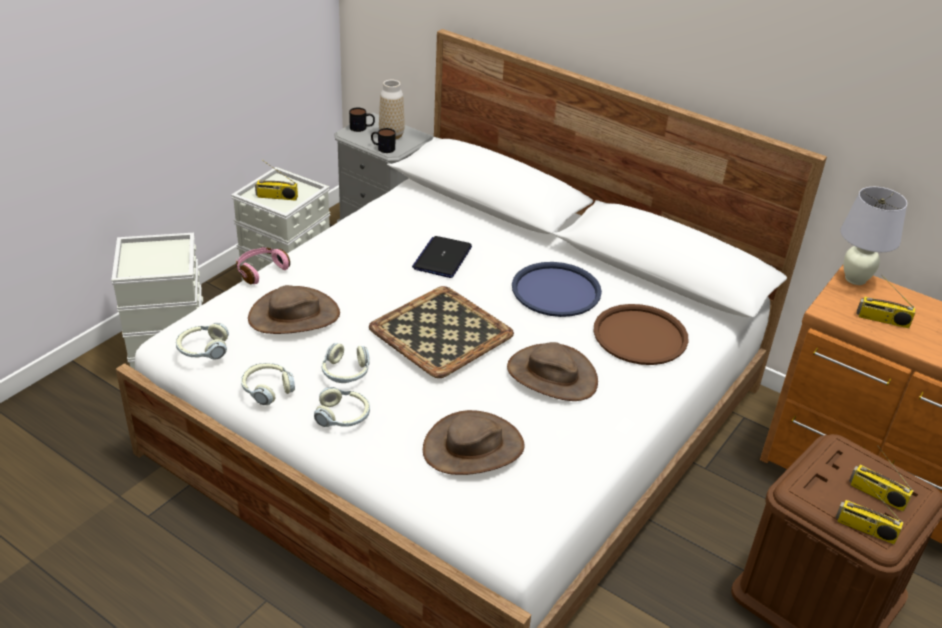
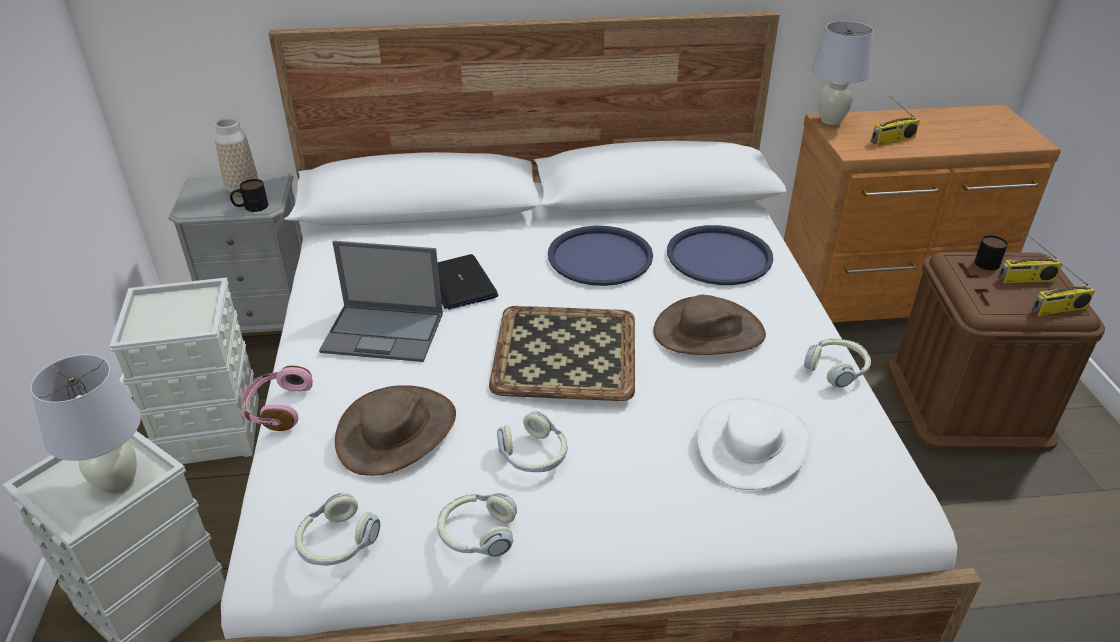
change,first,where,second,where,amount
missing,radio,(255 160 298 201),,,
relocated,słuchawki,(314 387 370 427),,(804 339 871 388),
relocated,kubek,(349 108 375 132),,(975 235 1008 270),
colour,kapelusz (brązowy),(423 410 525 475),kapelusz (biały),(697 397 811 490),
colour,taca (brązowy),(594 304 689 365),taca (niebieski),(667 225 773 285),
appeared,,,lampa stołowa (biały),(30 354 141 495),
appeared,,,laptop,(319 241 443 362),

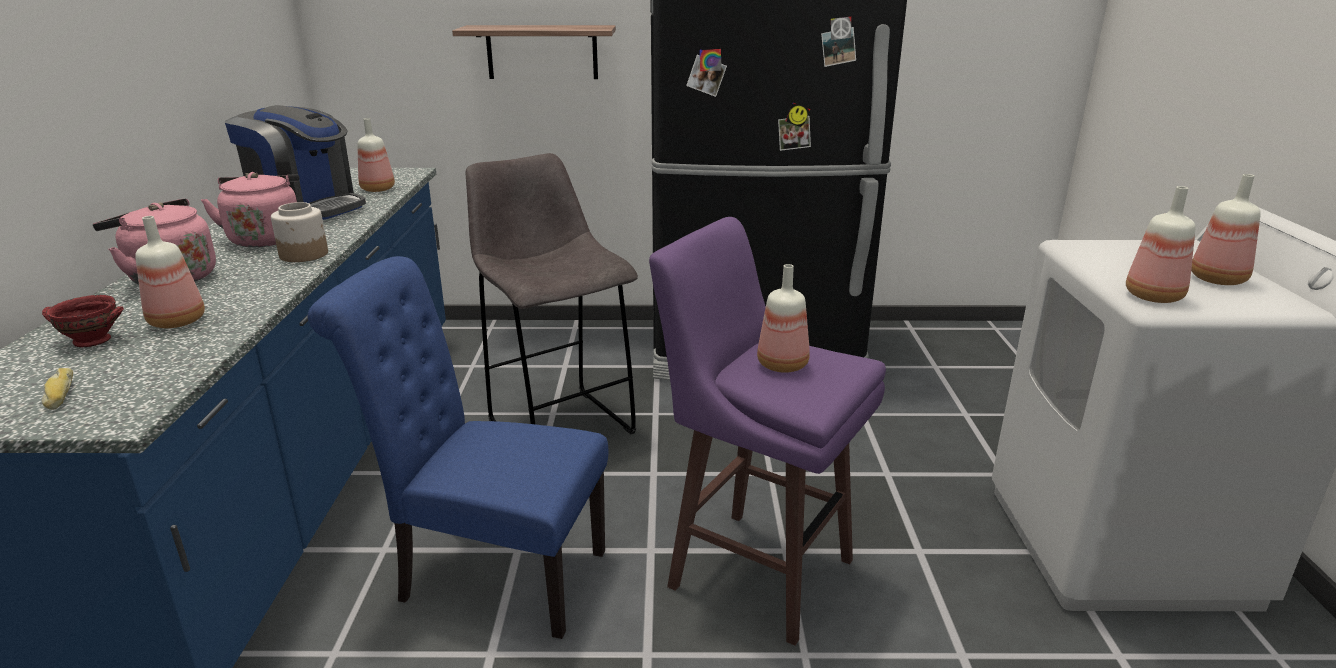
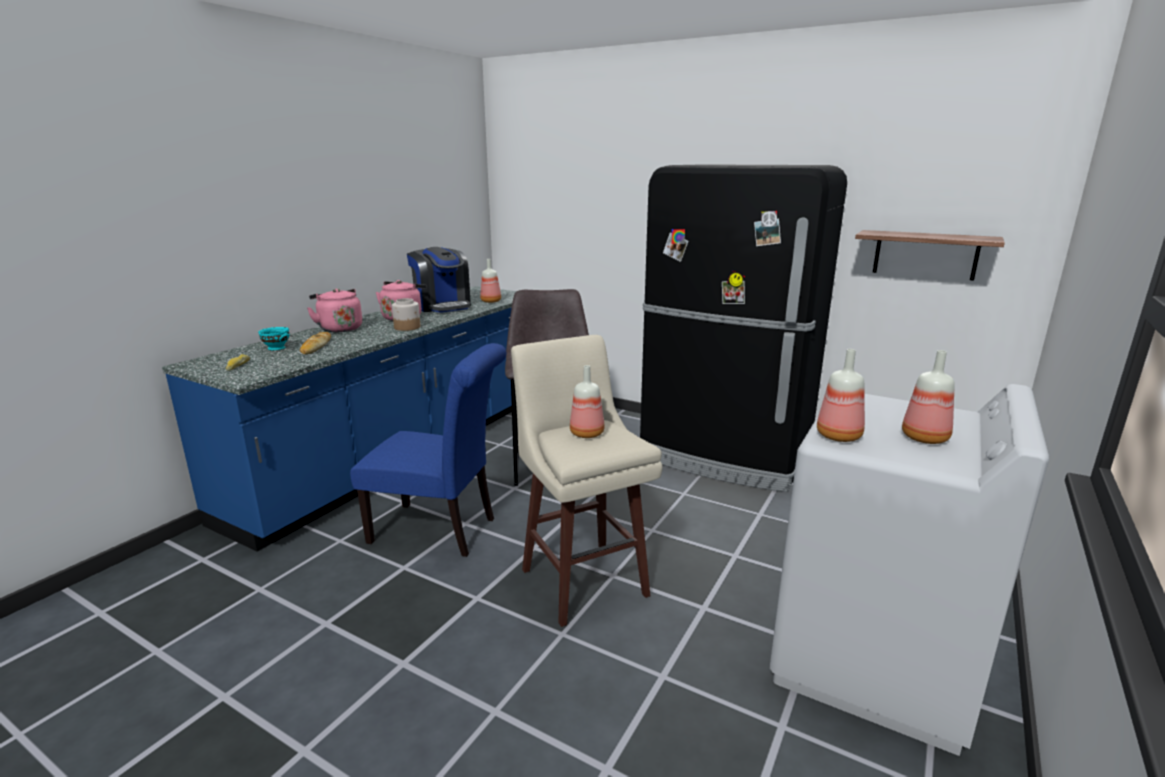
change,first,where,second,where,amount
colour,miska (czerwony),(42 295 124 347),miska (turkusowy),(258 327 290 351),
exchanged,butelka,(135 216 205 328),chleb,(300 332 331 354),
spun,krzesło (niebieski),(308 256 609 639),,(350 343 507 557),150 degrees clockwise
relocated,półka,(452 25 616 79),,(855 230 1005 281),
colour,stołek (fioletowy),(649 217 886 646),stołek (beżowy),(511 335 663 627),

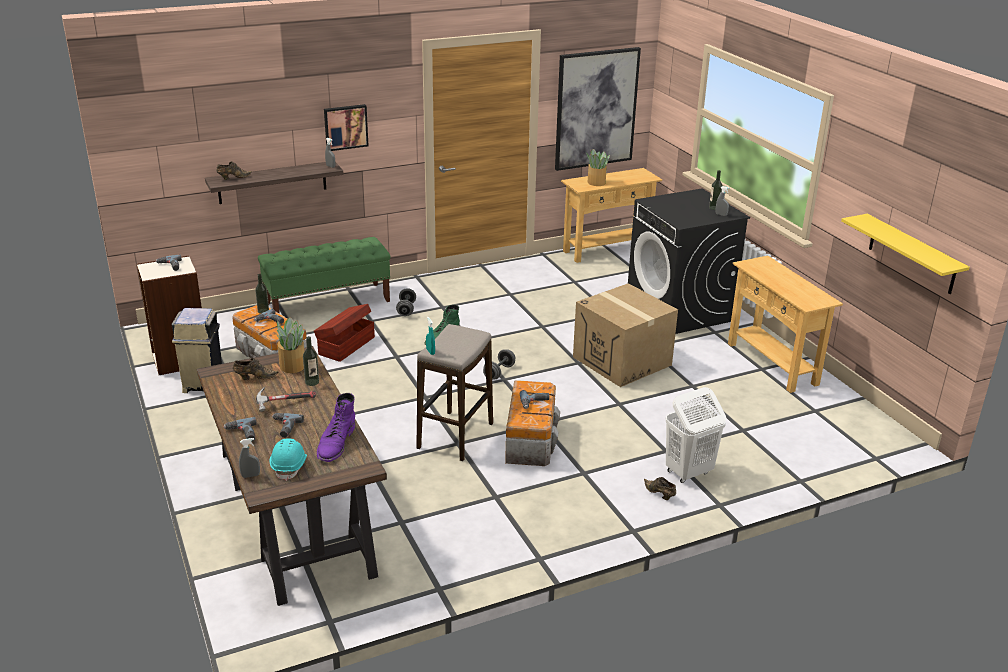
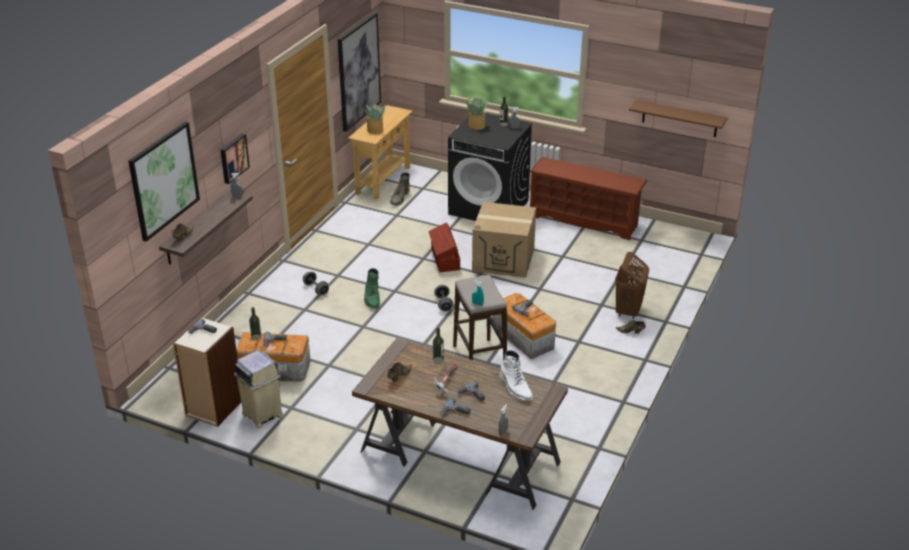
change,first,where,second,where,amount
missing,ławka (zielony),(258 237 391 314),,,
missing,kask (turkusowy),(269 438 307 481),,,
relocated,roślina doniczkowa,(276 317 304 373),,(466 97 488 130),
relocated,pojemnik do przechowywania (brązowy),(314 304 375 362),,(428 222 460 272),
colour,but z cholewką (fioletowy),(317 393 355 462),but z cholewką (biały),(500 350 533 401),
colour,kosz na pranie (biały),(666 387 726 483),kosz na pranie (brązowy),(615 252 649 319),
exchanged,stolik konsolowy (beżowy),(728 256 843 393),regał na buty (brązowy),(530 157 647 240),
colour,półka (żółty),(841 214 970 294),półka (brązowy),(629 100 728 137),
appeared,,,obraz,(128 122 200 242),
appeared,,,but z cholewką (zielony),(390 172 410 206),

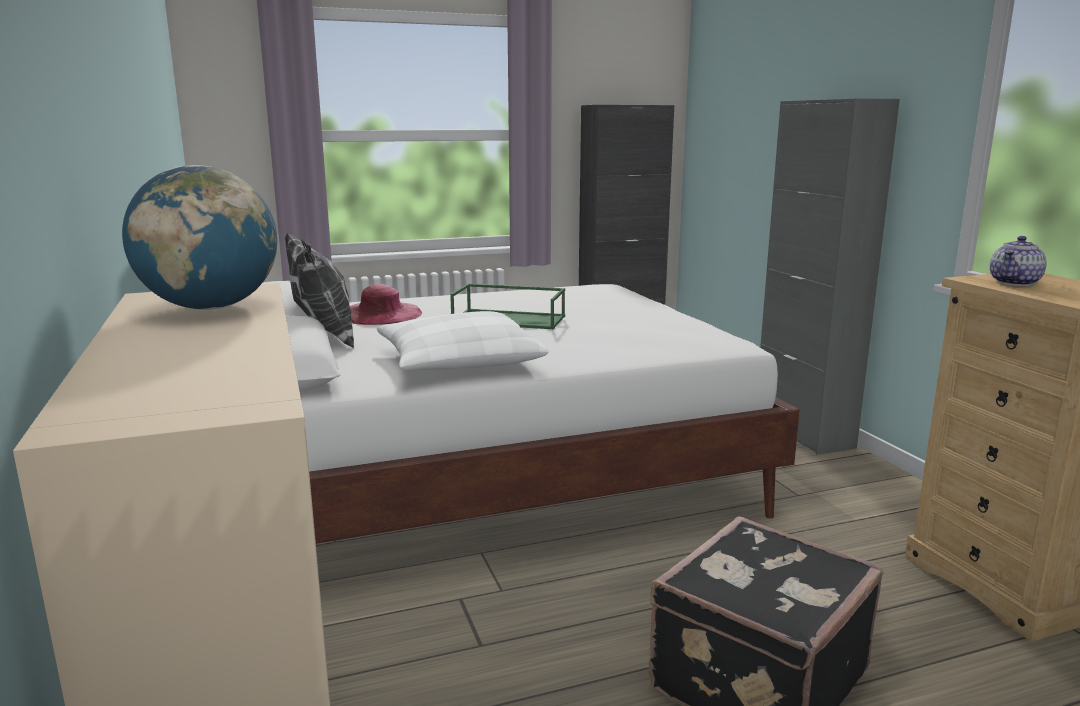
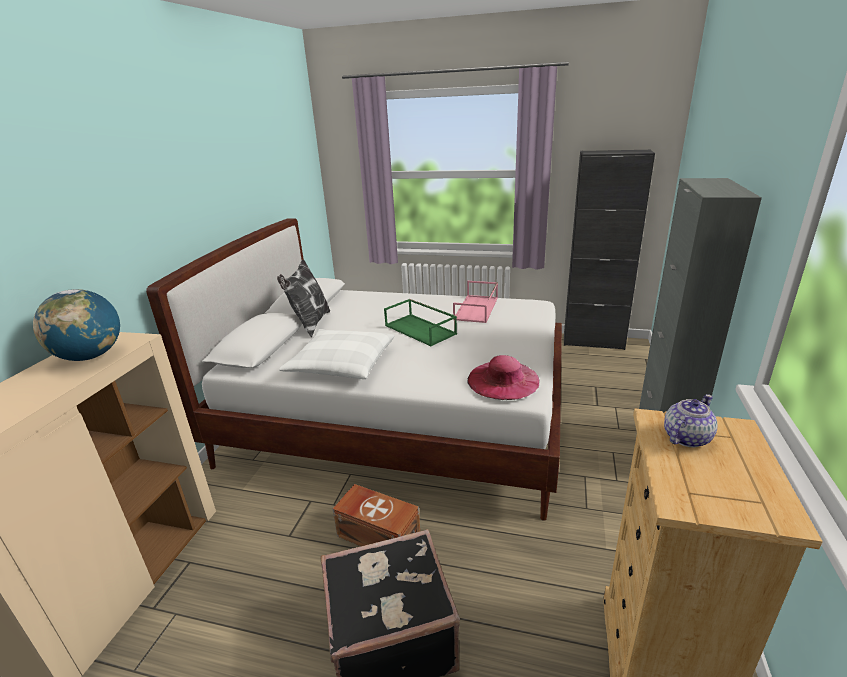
change,first,where,second,where,amount
relocated,kapelusz (różowy),(350 284 422 325),,(467 355 539 400),
spun,imbryk,(990 236 1047 286),,(664 394 717 447),150 degrees clockwise
appeared,,,pojemnik do przechowywania (brązowy),(333 484 420 546),
appeared,,,taca (różowy),(453 281 498 323),

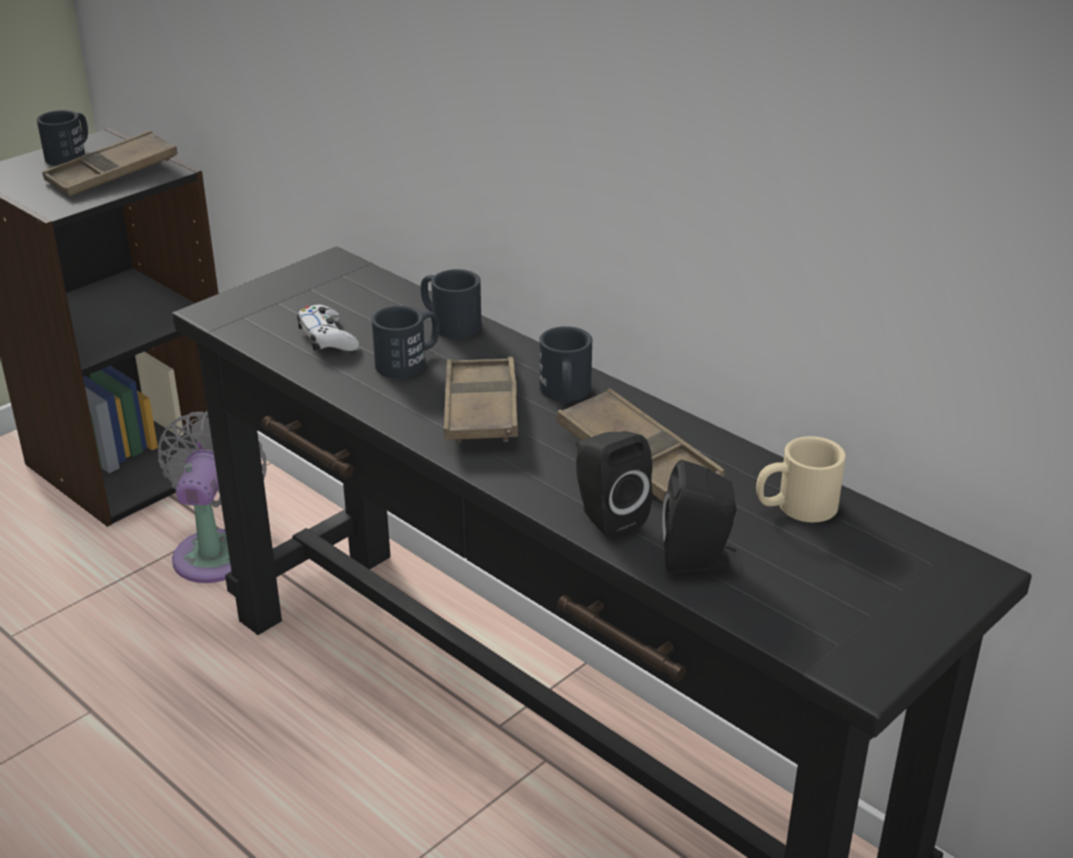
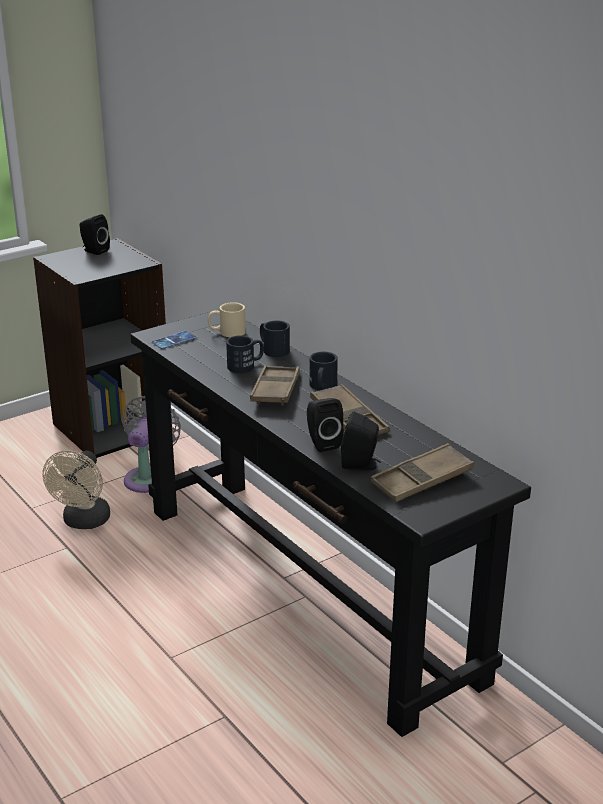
change,first,where,second,where,amount
exchanged,kubek (czarny),(37 110 88 166),głośnik (czarny),(80 214 110 255),
relocated,taca (brązowy),(42 131 178 196),,(371 443 474 502),
missing,pad do gier (biały),(297 305 359 351),,,
relocated,kubek (beżowy),(756 436 846 522),,(208 302 246 337),
appeared,,,wentylator (beżowy),(42 450 110 529),
appeared,,,telefon,(152 331 196 349),

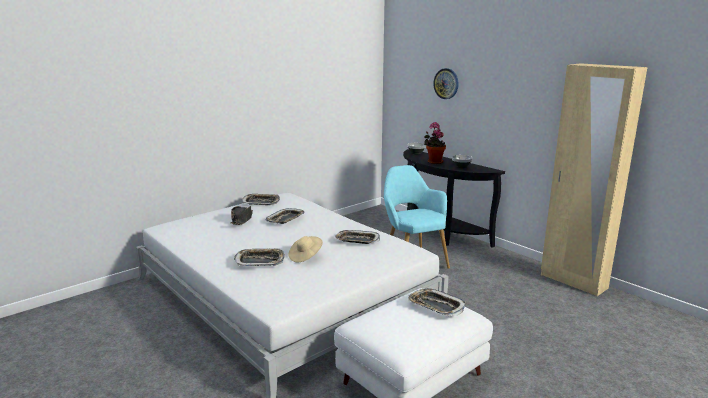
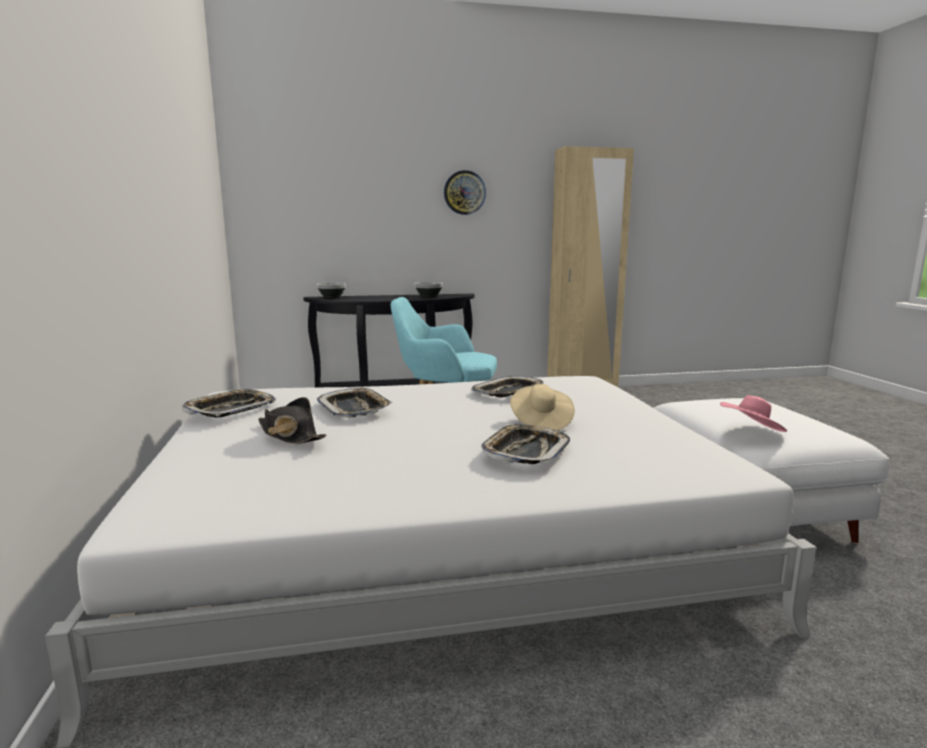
change,first,where,second,where,amount
missing,taca,(408 288 466 316),,,
missing,roślina doniczkowa,(424 122 446 164),,,
relocated,zegar ścienny,(433 68 459 99),,(444 170 486 215),
appeared,,,kapelusz (różowy),(720 395 787 432),

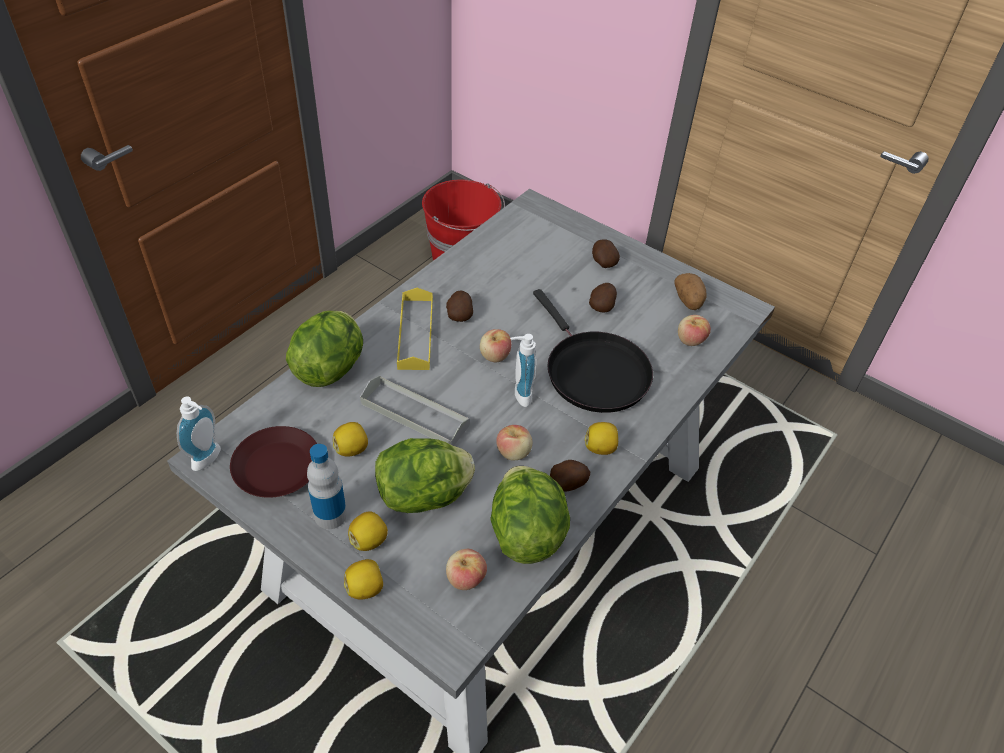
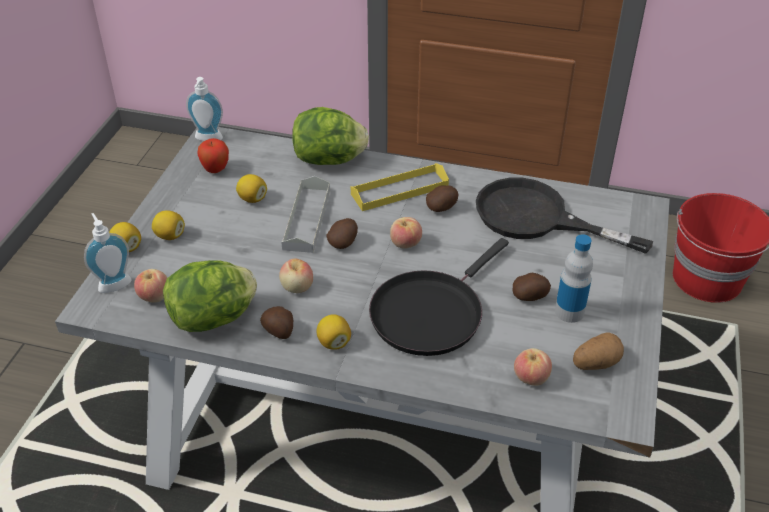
change,first,where,second,where,amount
exchanged,talerz (brązowy),(230 426 317 498),jabłko,(198 138 229 173),
relocated,butelka,(307 444 347 529),,(555 234 593 323),
missing,sałata,(375 438 475 513),,,
relocated,dozownik mydła,(510 334 536 407),,(84 213 131 293),
relocated,ziemniak,(592 240 620 268),,(326 218 358 249),
appeared,,,patelnia (czarny),(476 178 653 254),

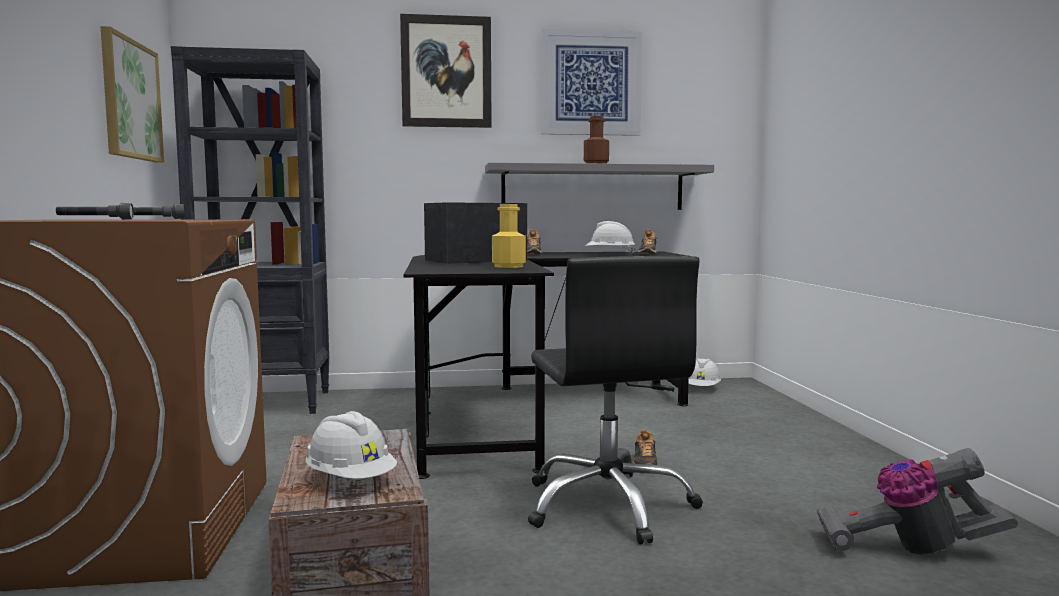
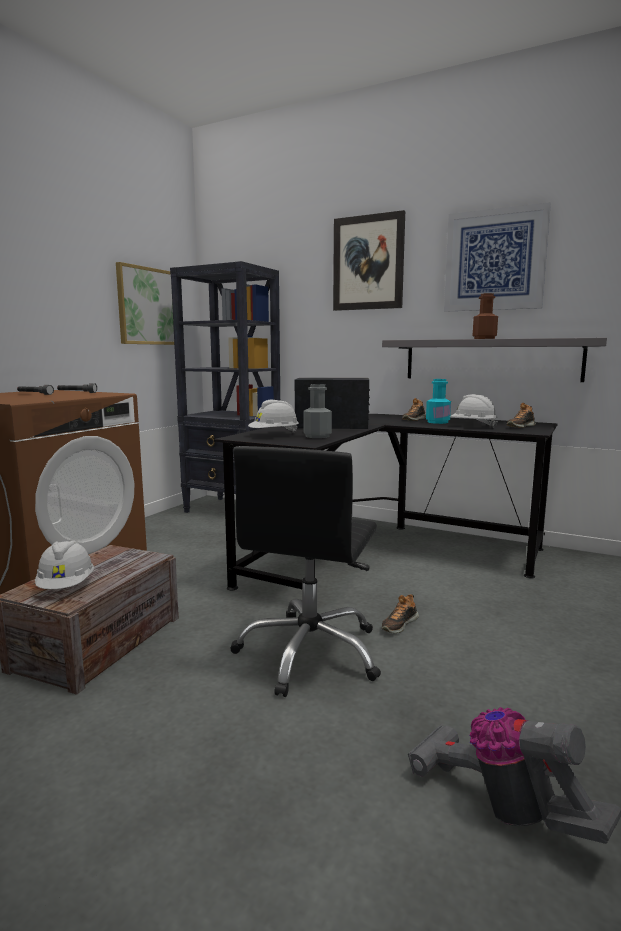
change,first,where,second,where,amount
colour,butelka (żółty),(492 204 526 268),butelka (szary),(303 384 332 438),
relocated,kask (biały),(688 358 721 386),,(248 400 299 433),
appeared,,,butelka (turkusowy),(426 379 451 424),

